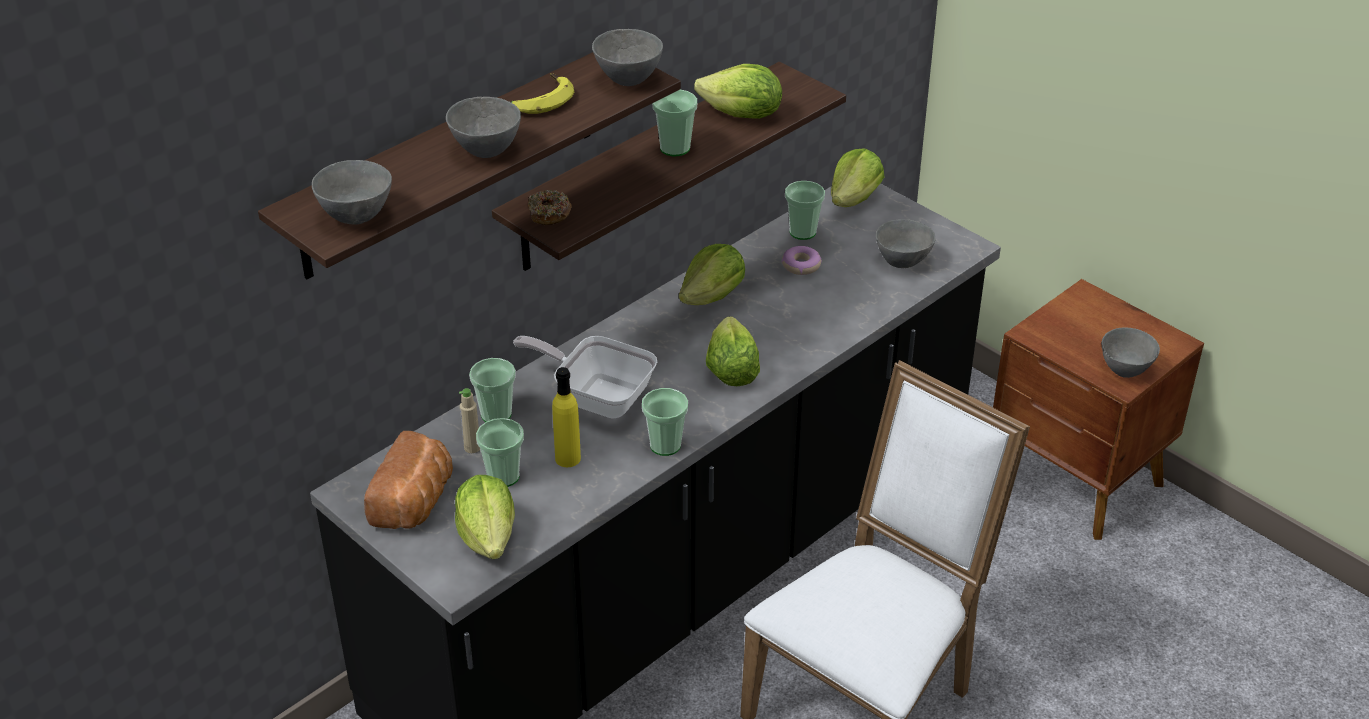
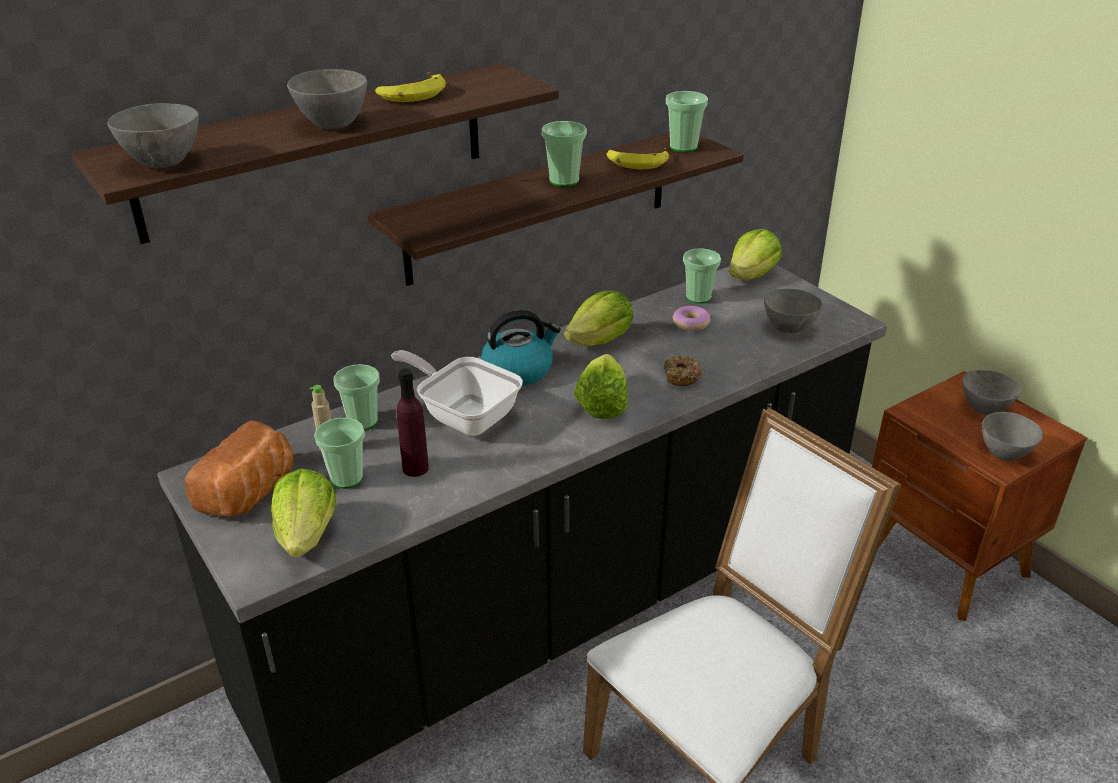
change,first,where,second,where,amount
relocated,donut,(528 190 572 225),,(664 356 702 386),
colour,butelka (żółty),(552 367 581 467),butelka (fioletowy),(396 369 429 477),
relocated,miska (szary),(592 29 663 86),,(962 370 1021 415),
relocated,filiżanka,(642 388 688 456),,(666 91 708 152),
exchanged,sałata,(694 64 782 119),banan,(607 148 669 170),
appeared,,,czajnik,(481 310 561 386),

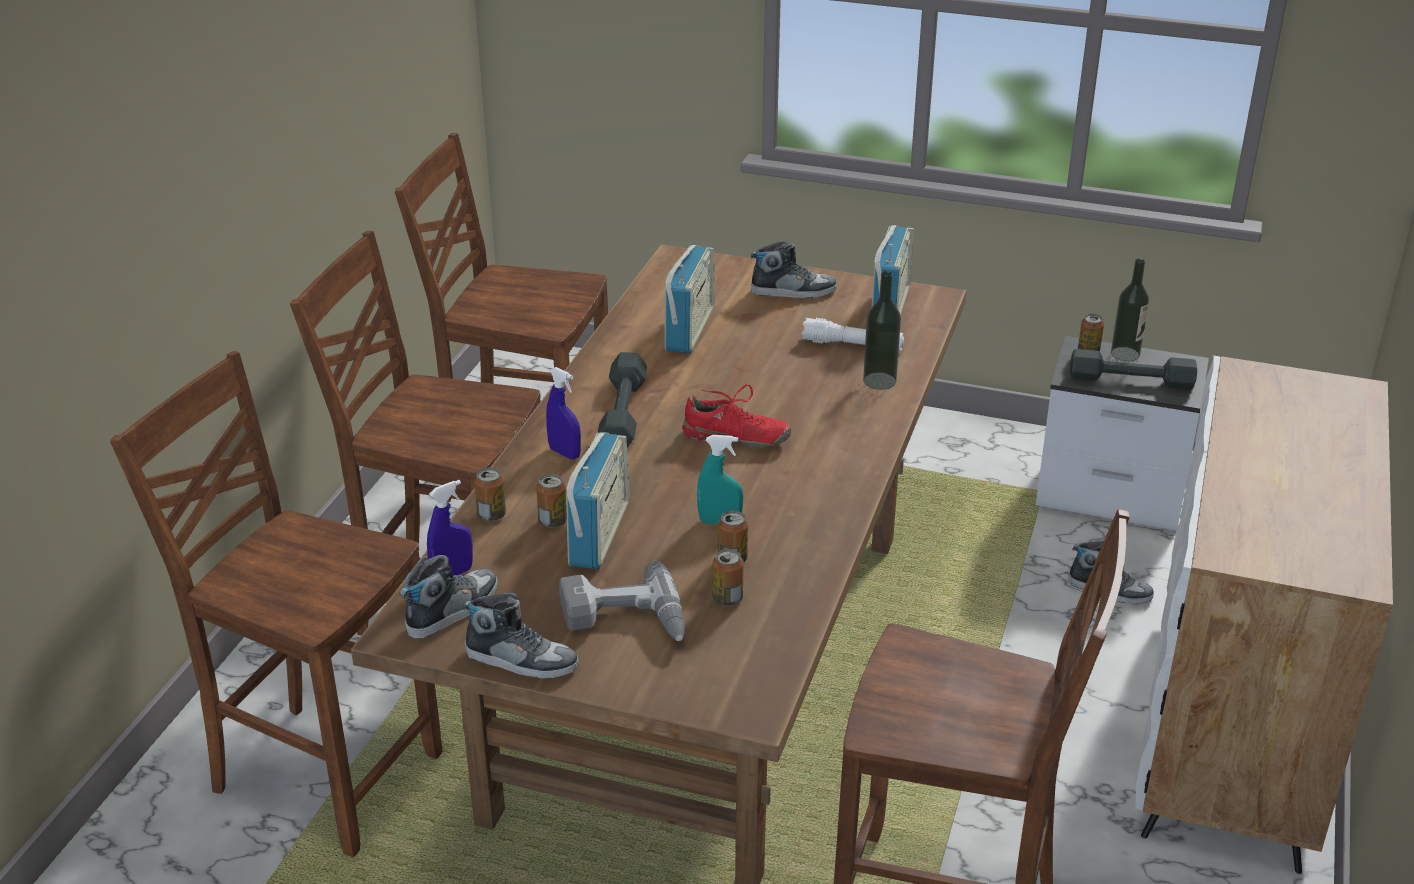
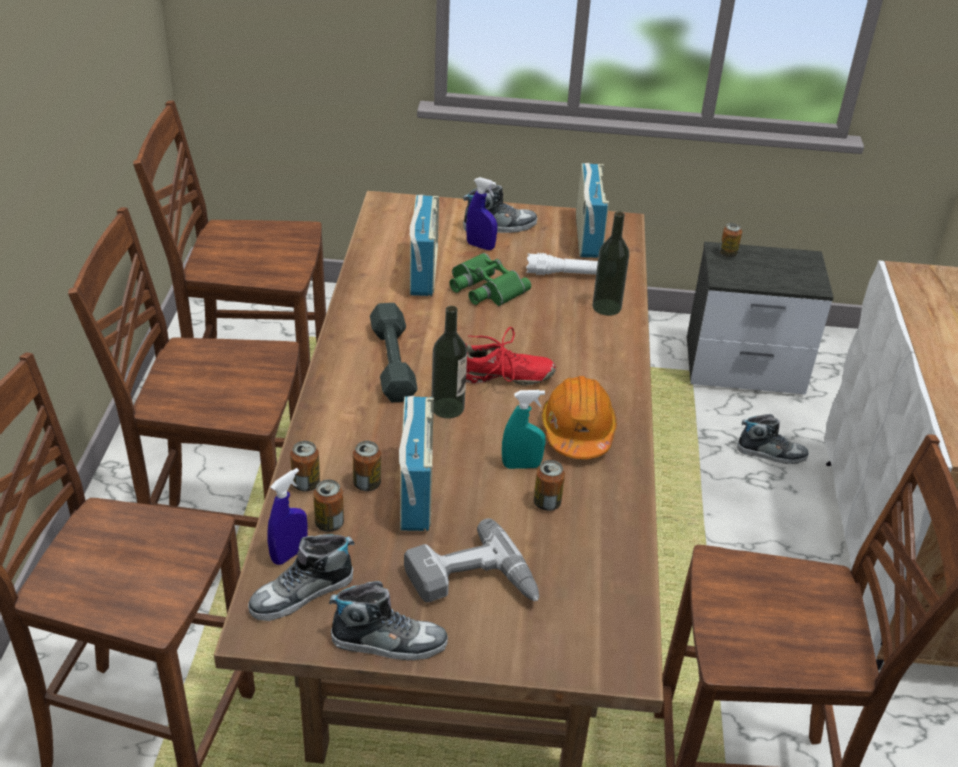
change,first,where,second,where,amount
spun,but,(399 555 498 639),,(248 534 355 621),150 degrees counterclockwise
relocated,spryskiwacz (niebieski),(546 367 581 459),,(466 177 497 250),
relocated,puszka,(712 549 744 606),,(313 480 344 532),
missing,hantel (szary),(1070 349 1197 390),,,
relocated,butelka,(1111 259 1149 361),,(431 306 467 419),
appeared,,,lornetka (zielony),(450 253 531 306),
appeared,,,kask (pomarańczowy),(542 376 617 459),

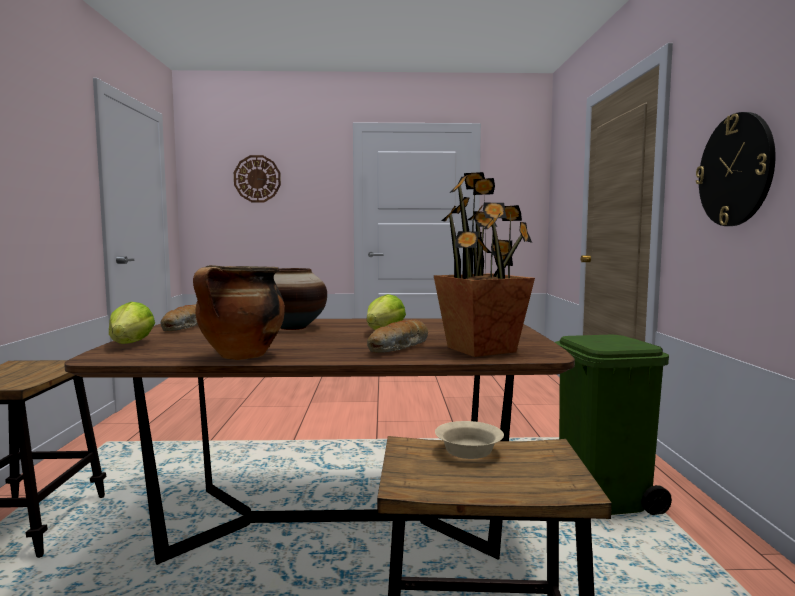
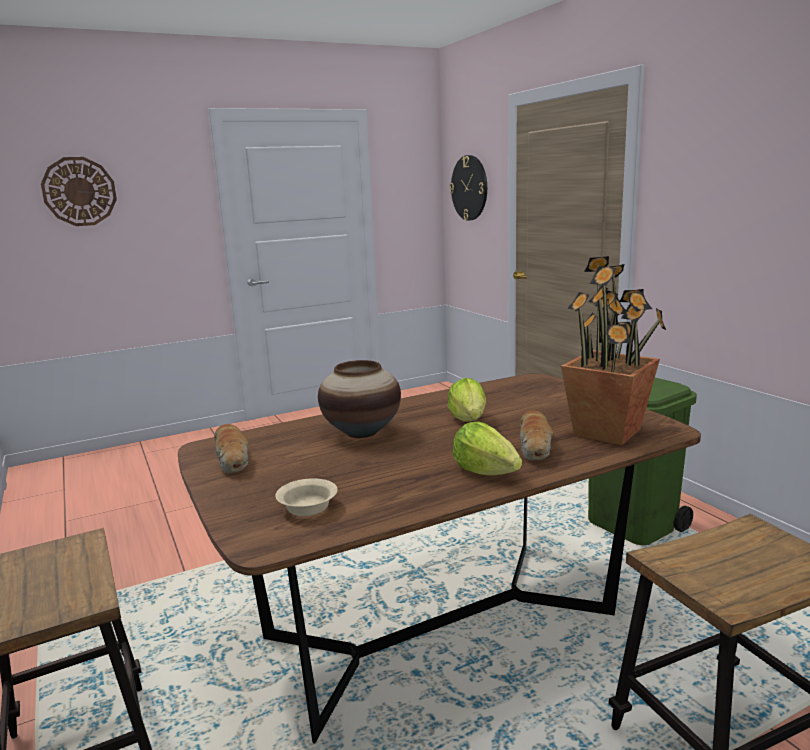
change,first,where,second,where,amount
relocated,sałata,(109 302 155 344),,(453 422 522 475),
missing,garnek,(193 265 285 360),,,
relocated,miska (beżowy),(435 421 504 459),,(275 478 338 516),
relocated,zegar ścienny,(696 112 775 226),,(449 155 487 221),

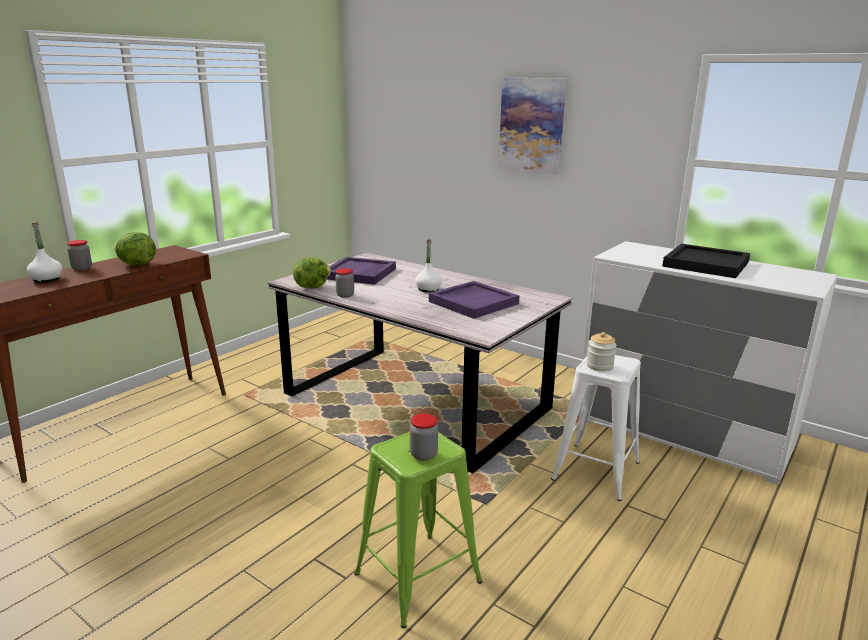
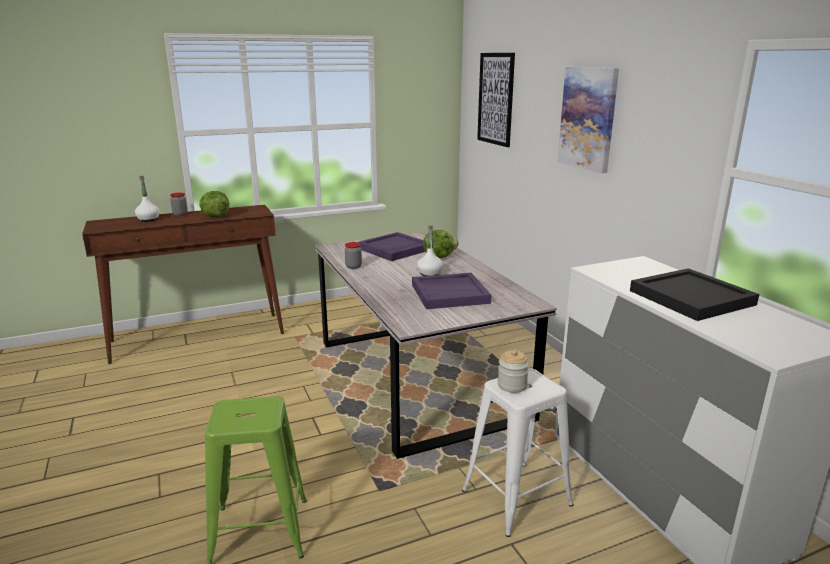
change,first,where,second,where,amount
relocated,sałata,(293 258 331 289),,(423 230 459 258),
missing,słoik,(410 414 438 461),,,
appeared,,,obraz,(477 53 515 147),

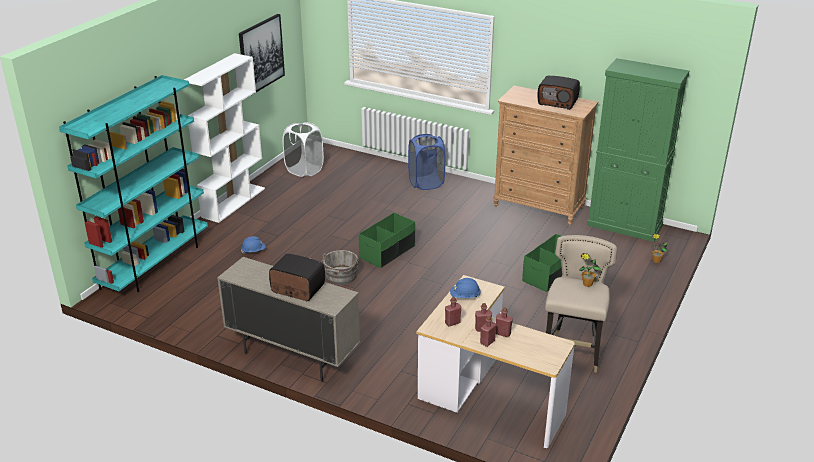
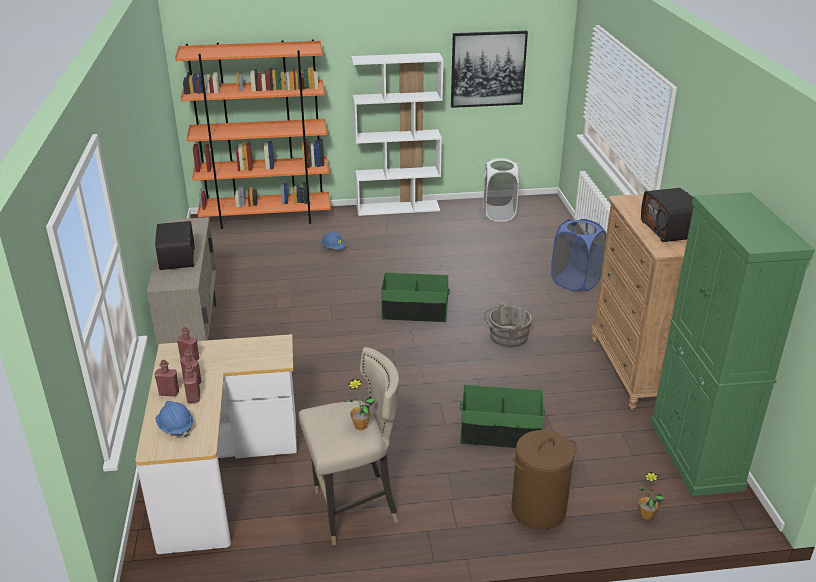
change,first,where,second,where,amount
colour,regał (turkusowy),(59 75 208 292),regał (pomarańczowy),(175 39 331 229),
relocated,wiadro (szary),(321 250 359 285),,(484 303 532 347),
relocated,kask (niebieski),(450 278 481 298),,(155 401 193 438),
appeared,,,kosz na pranie (brązowy),(511 430 577 529),

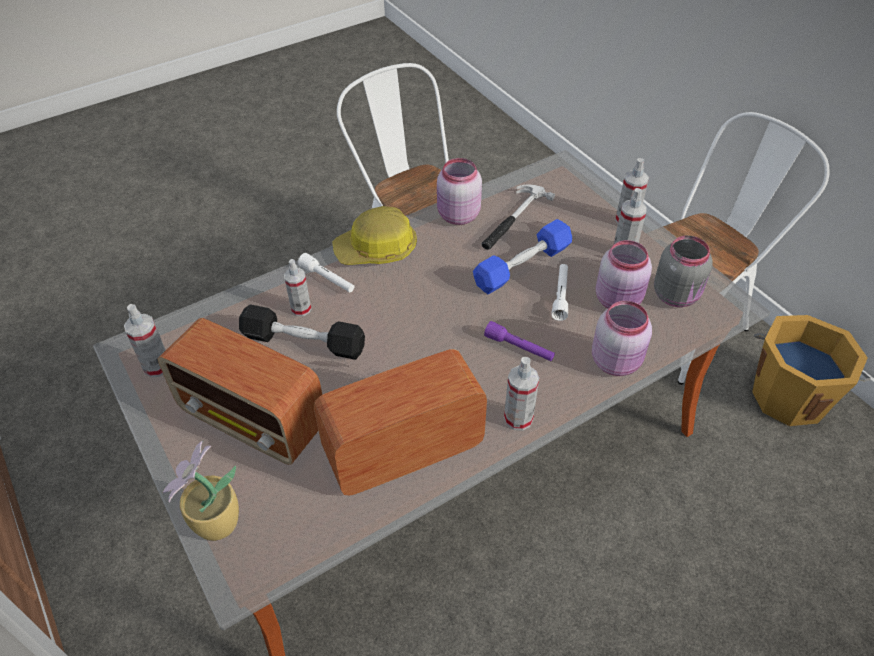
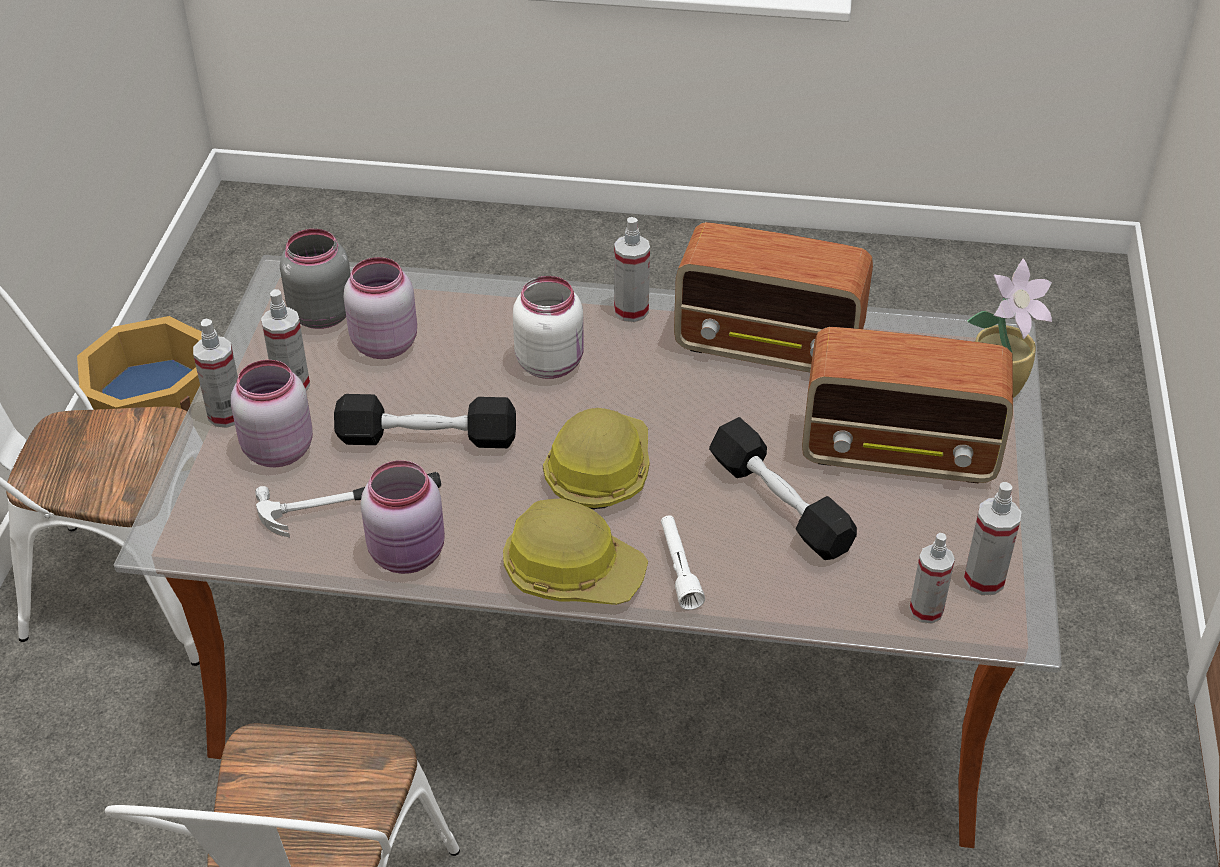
change,first,where,second,where,amount
spun,radio,(158 318 322 465),,(802 327 1013 483),120 degrees clockwise
relocated,spryskiwacz,(284 259 312 316),,(909 533 955 623),
colour,hantel (niebieski),(473 219 572 295),hantel (czarny),(334 394 516 448),
exchanged,latarka (fioletowy),(484 321 555 361),słoik (biały),(513 276 584 379),
missing,latarka (biały),(551 264 568 321),,,
relocated,słoik (różowy),(592 301 652 376),,(231 360 313 467),
appeared,,,kask,(543 408 650 510),

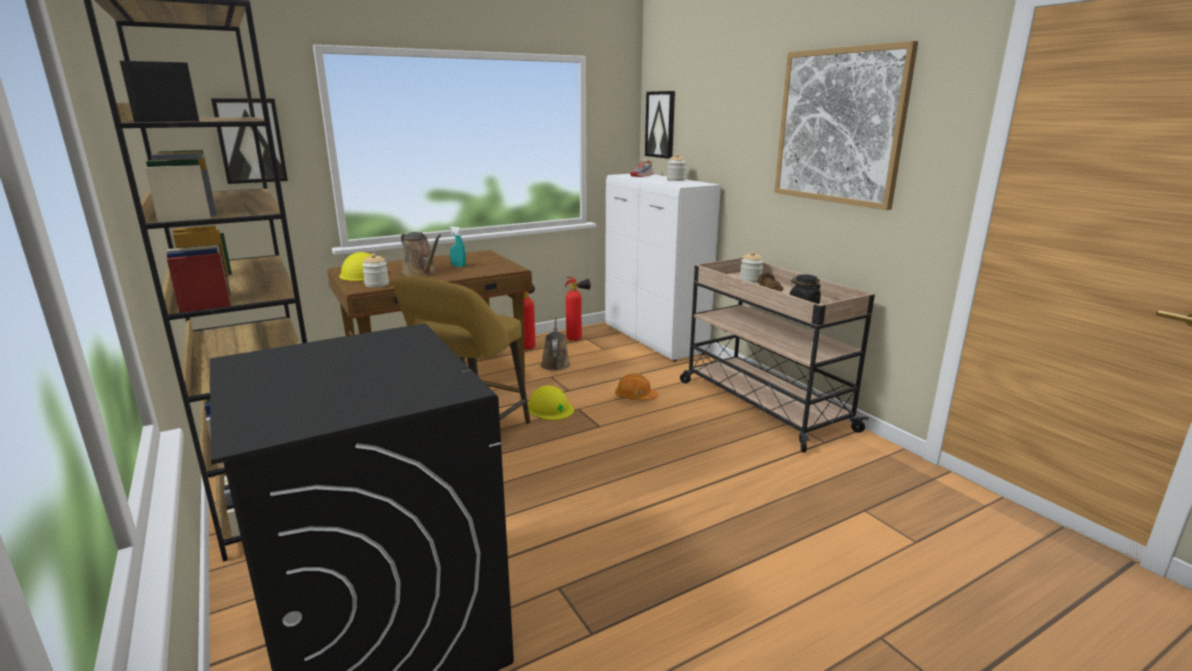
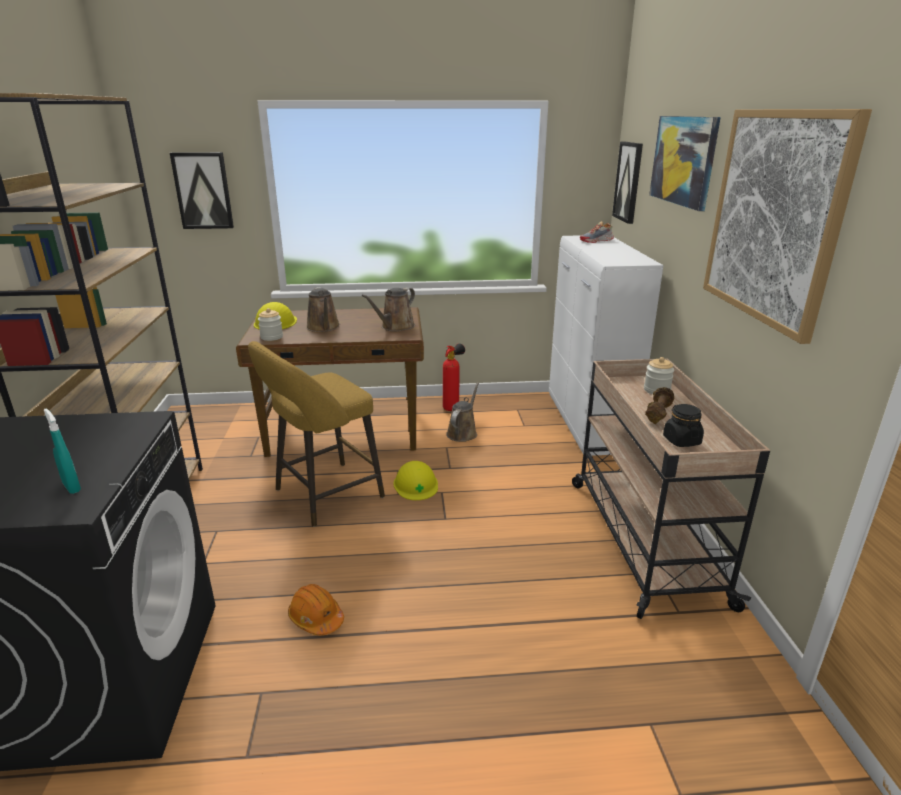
change,first,where,second,where,amount
relocated,spryskiwacz (turkusowy),(450 226 466 267),,(44 409 81 494),
missing,gaśnica,(565 277 591 341),,,
relocated,kask (pomarańczowy),(615 373 658 400),,(288 584 344 635),
missing,słoik,(667 154 686 181),,,
appeared,,,konewka (brązowy),(362 288 415 332),
appeared,,,obraz,(649 116 721 211),

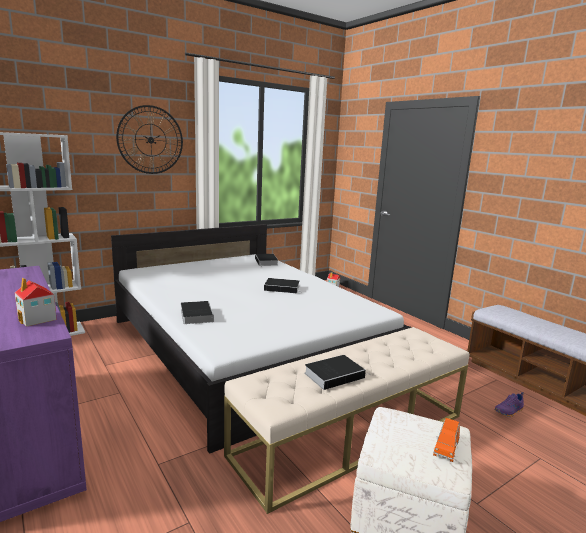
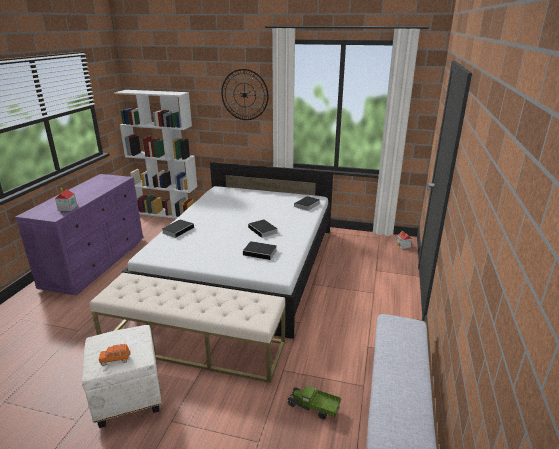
change,first,where,second,where,amount
relocated,książka,(305 355 371 390),,(243 241 277 260),
exchanged,but (fioletowy),(495 392 524 417),ciężarówka zabawkowa,(287 386 341 420),

